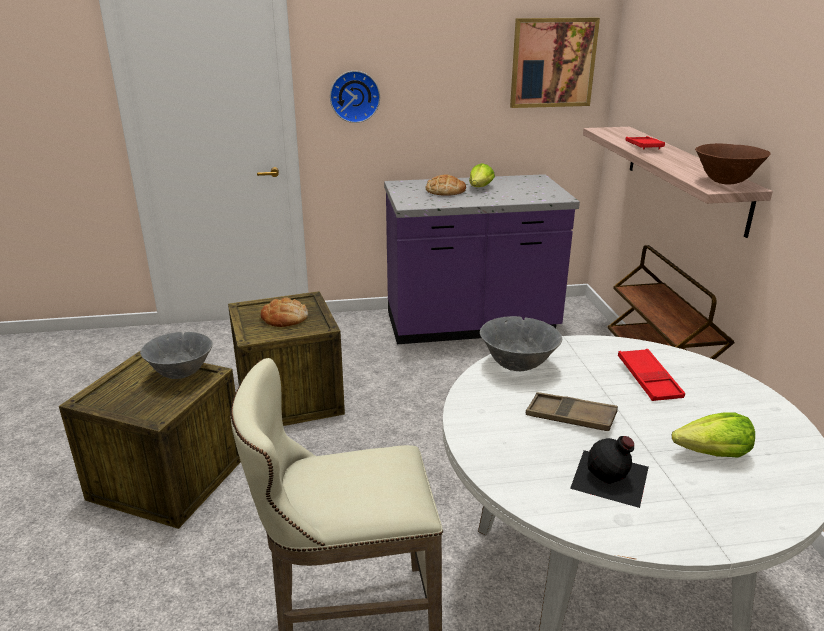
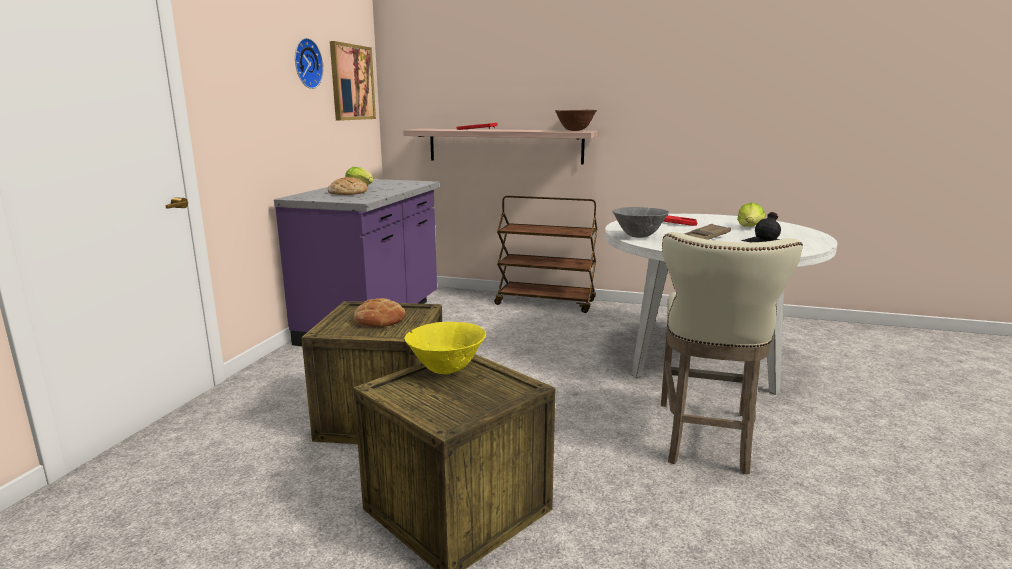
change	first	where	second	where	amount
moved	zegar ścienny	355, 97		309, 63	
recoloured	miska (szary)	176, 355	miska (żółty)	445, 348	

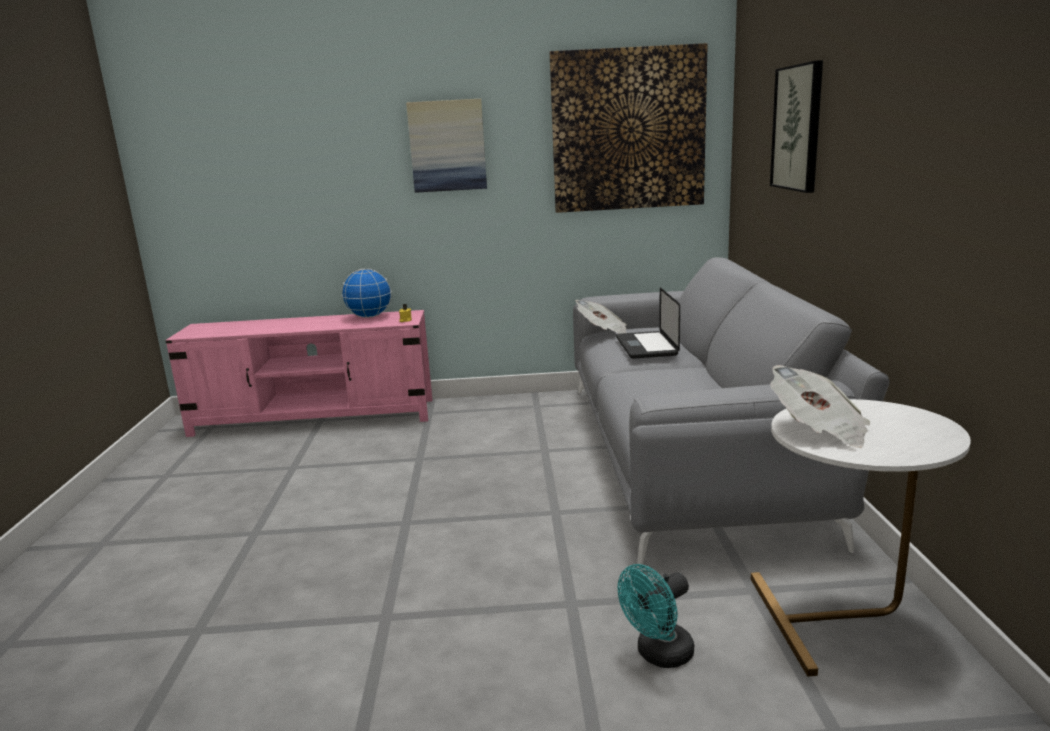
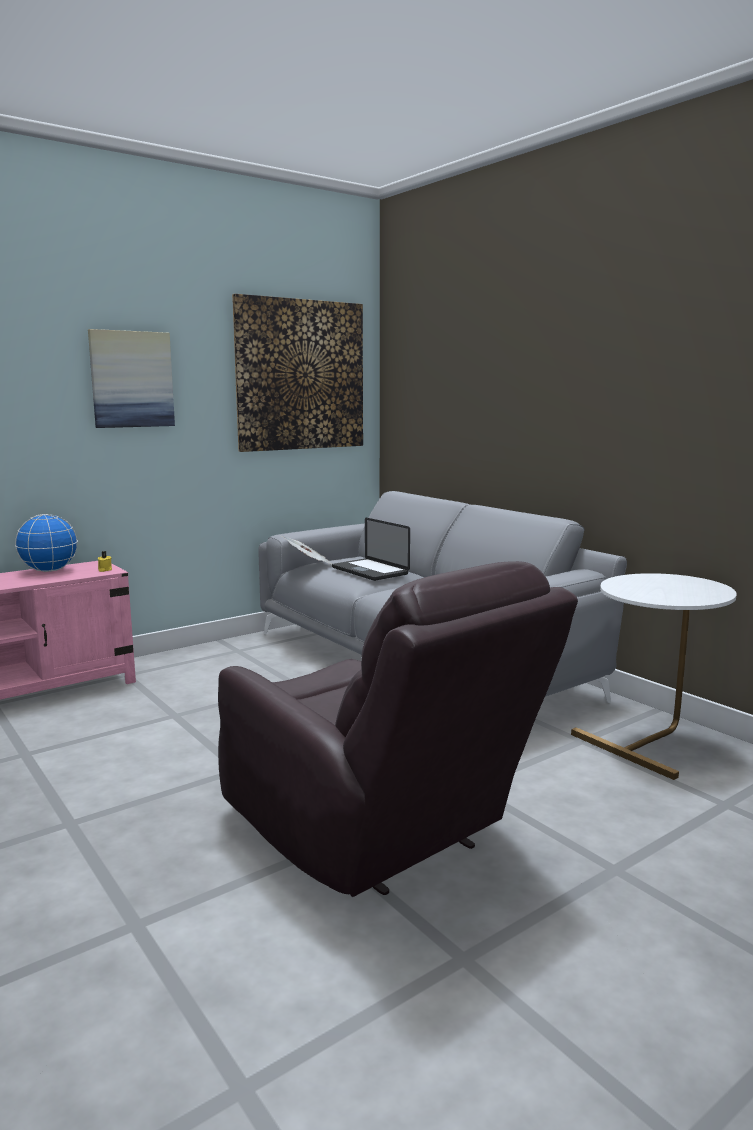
change	first	where	second	where	amount
removed	obraz	796, 126			
removed	gazeta	820, 406			
removed	wentylator (turkusowy)	656, 616			
added			fotel (brązowy)	398, 729	

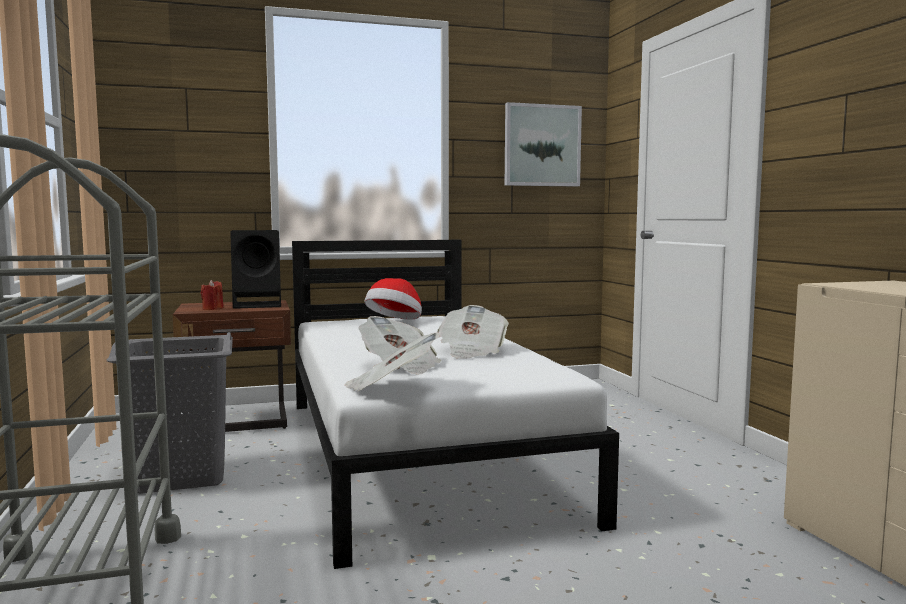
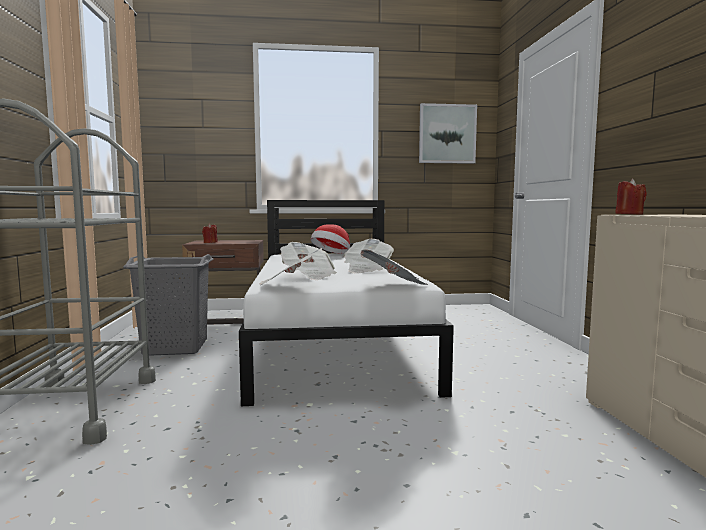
change	first	where	second	where	amount
removed	głośnik (czarny)	255, 269			
added			świeca (czerwony)	631, 197	
added			gazeta	394, 267	

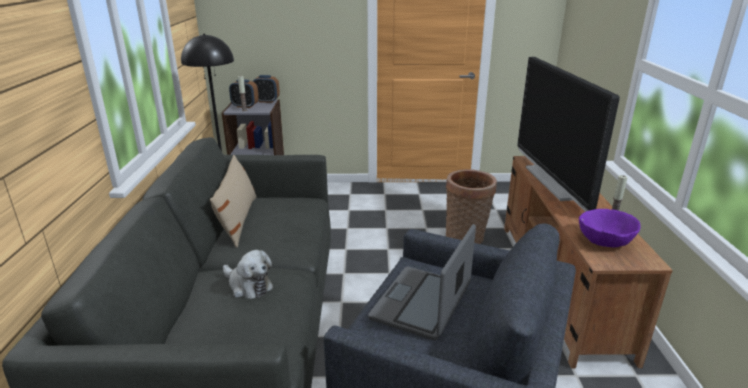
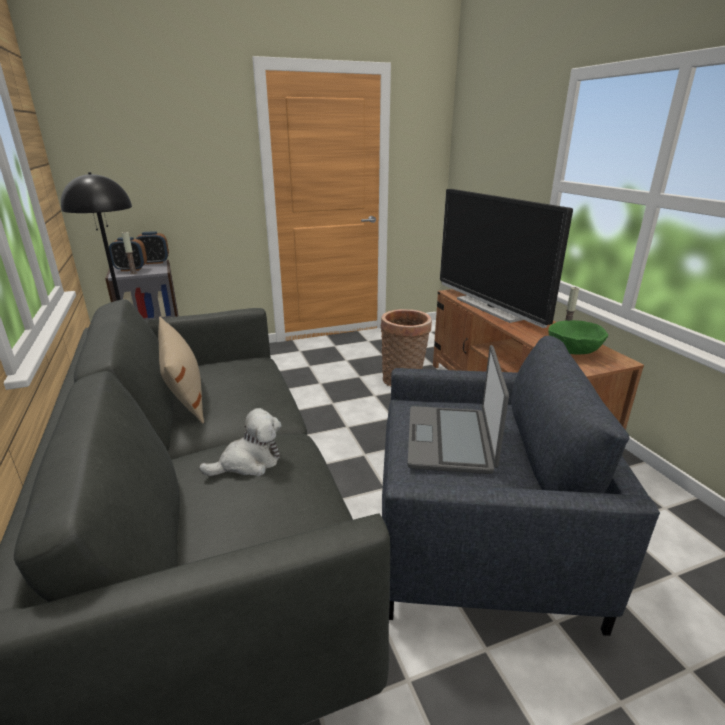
change	first	where	second	where	amount
recoloured	miska (fioletowy)	610, 228	miska (zielony)	578, 337	
turned	pluszak	248, 274		240, 442	45 degrees counterclockwise

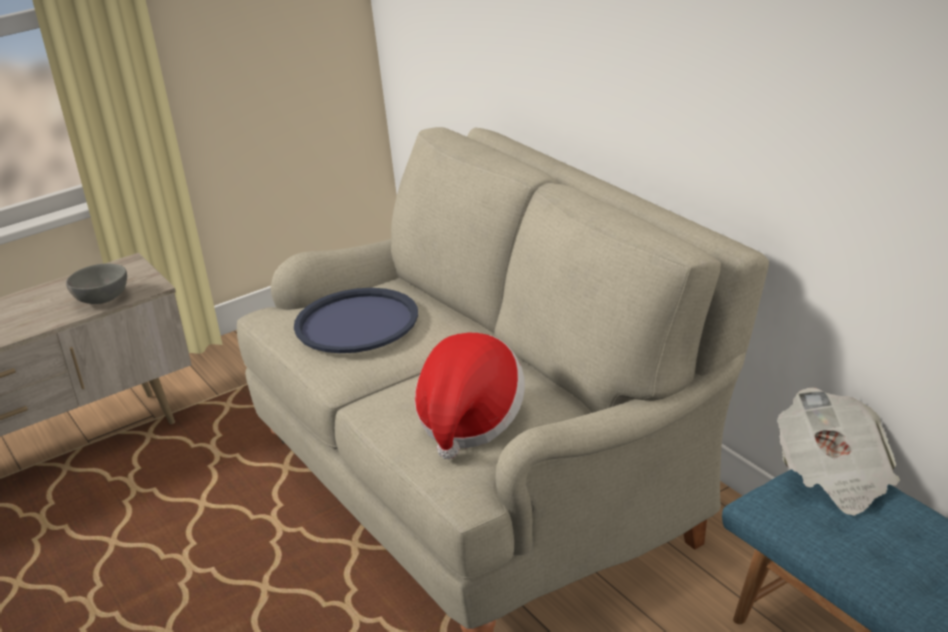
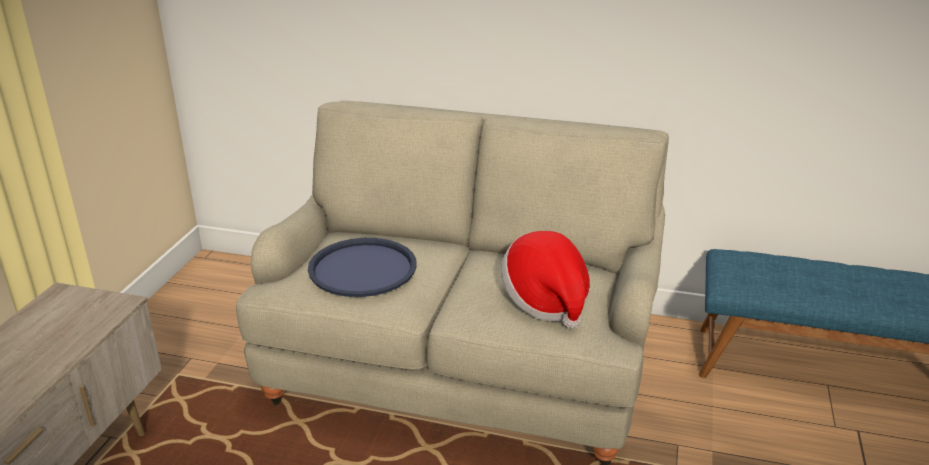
change	first	where	second	where	amount
removed	miska (szary)	96, 284			
removed	gazeta	838, 451			

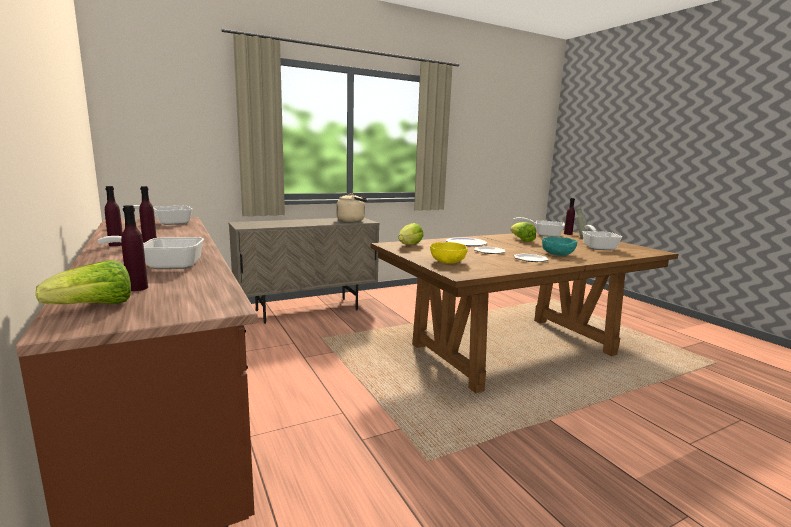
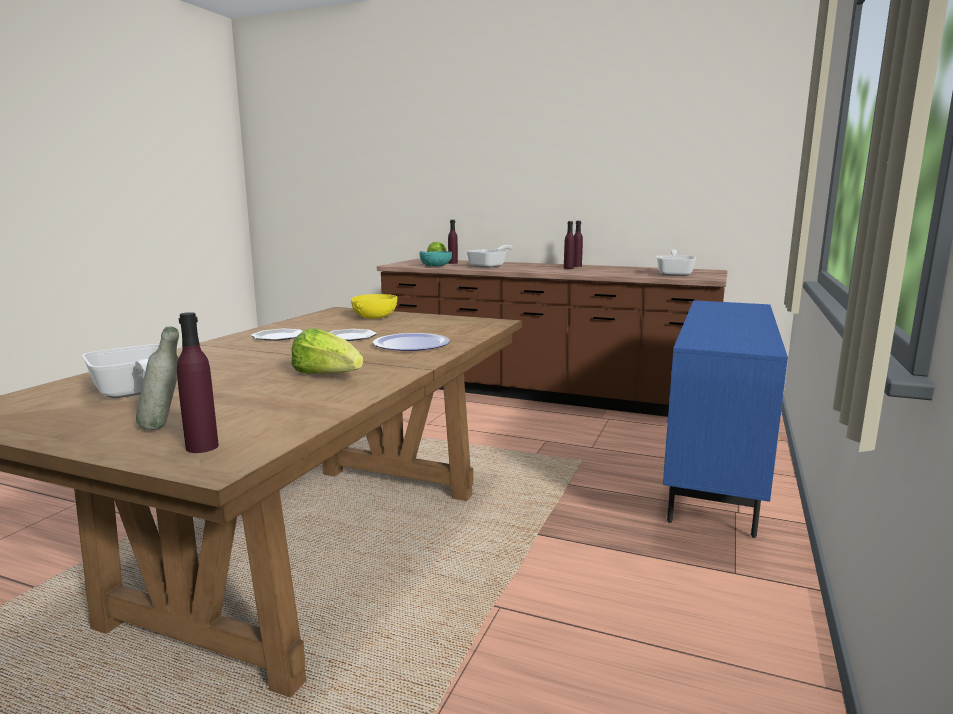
change	first	where	second	where	amount
removed	czajnik (beżowy)	352, 207			
removed	patelnia	539, 227			
recoloured	szafka (beżowy)	303, 271	szafka (niebieski)	725, 419	
removed	sałata	411, 234			
moved	miska (turkusowy)	559, 246		435, 258	

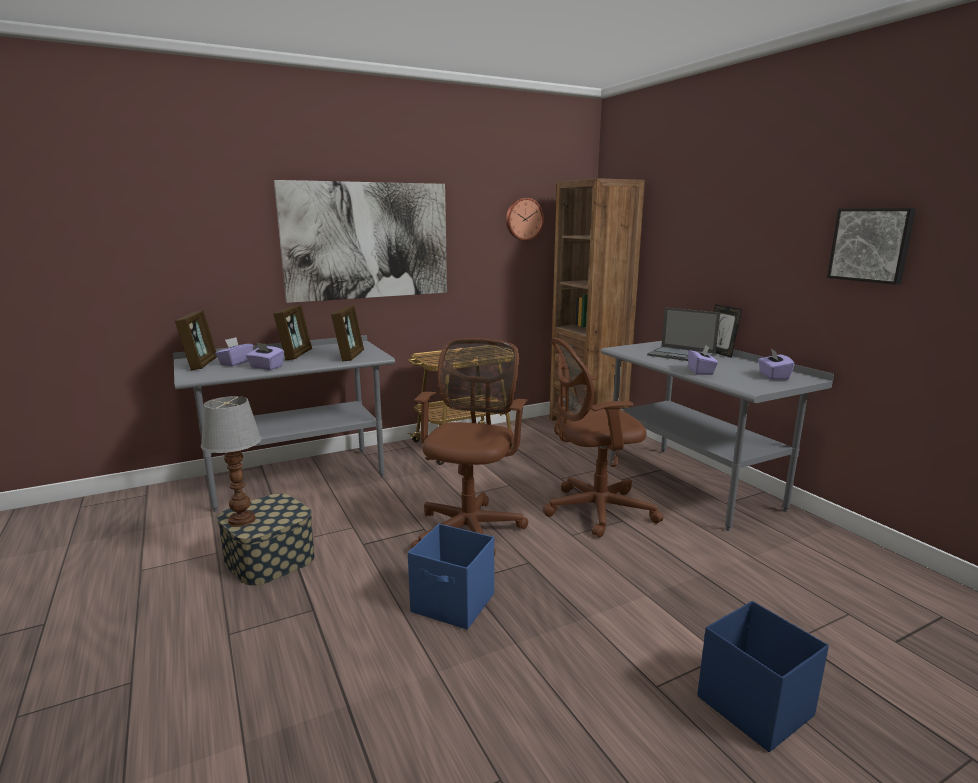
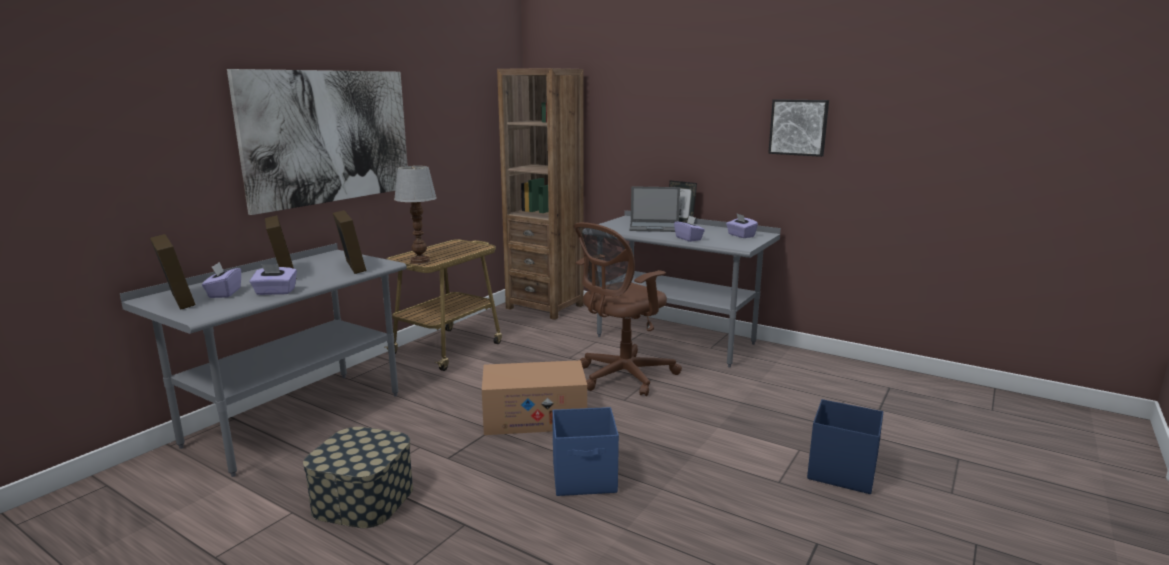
change	first	where	second	where	amount
removed	zegar ścienny	525, 219			
replaced	krzesło biurowe (brązowy)	470, 447	karton	534, 397	
moved	lampa stołowa	231, 461		415, 215	

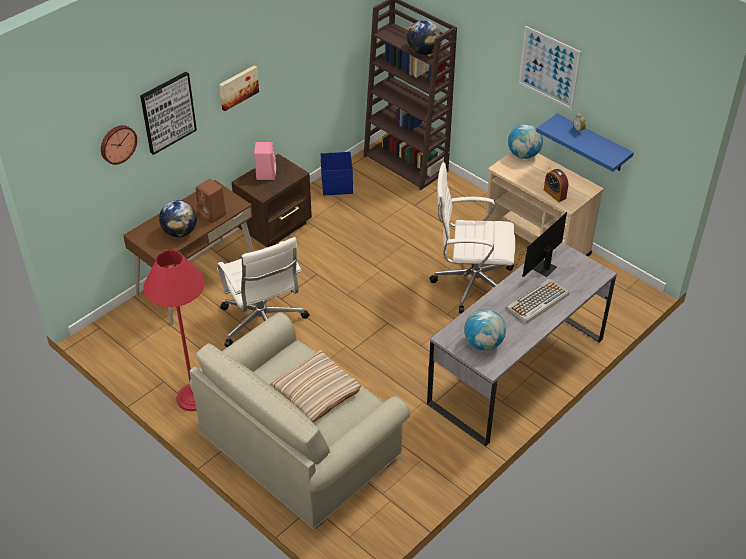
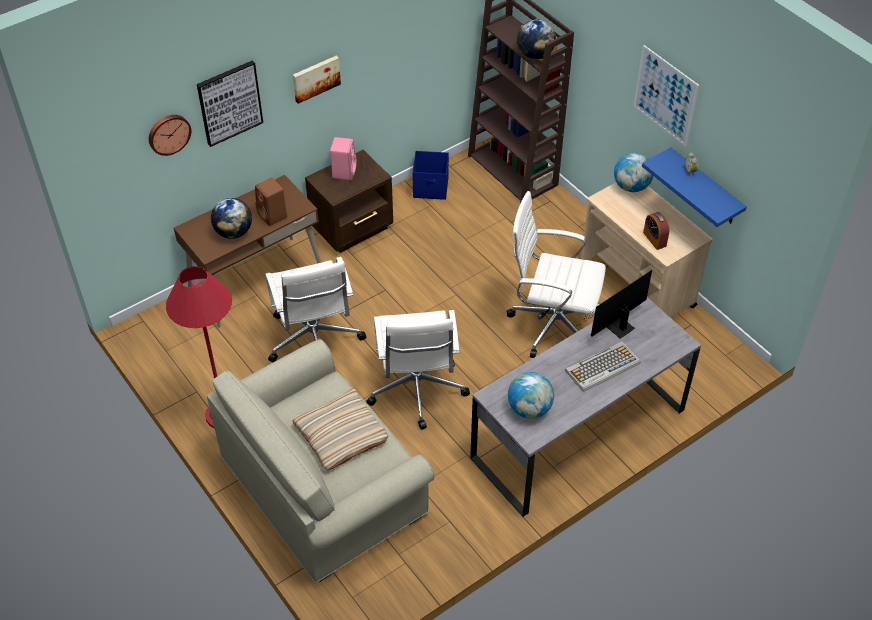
change	first	where	second	where	amount
added			krzesło biurowe (biały)	418, 370	

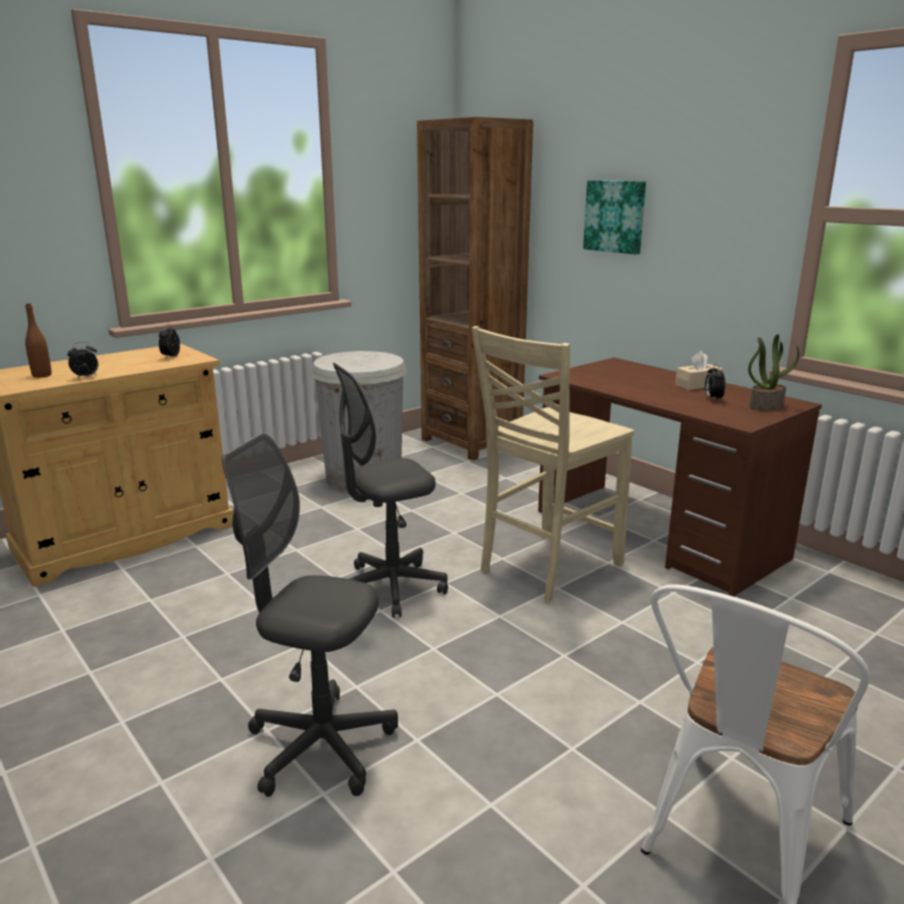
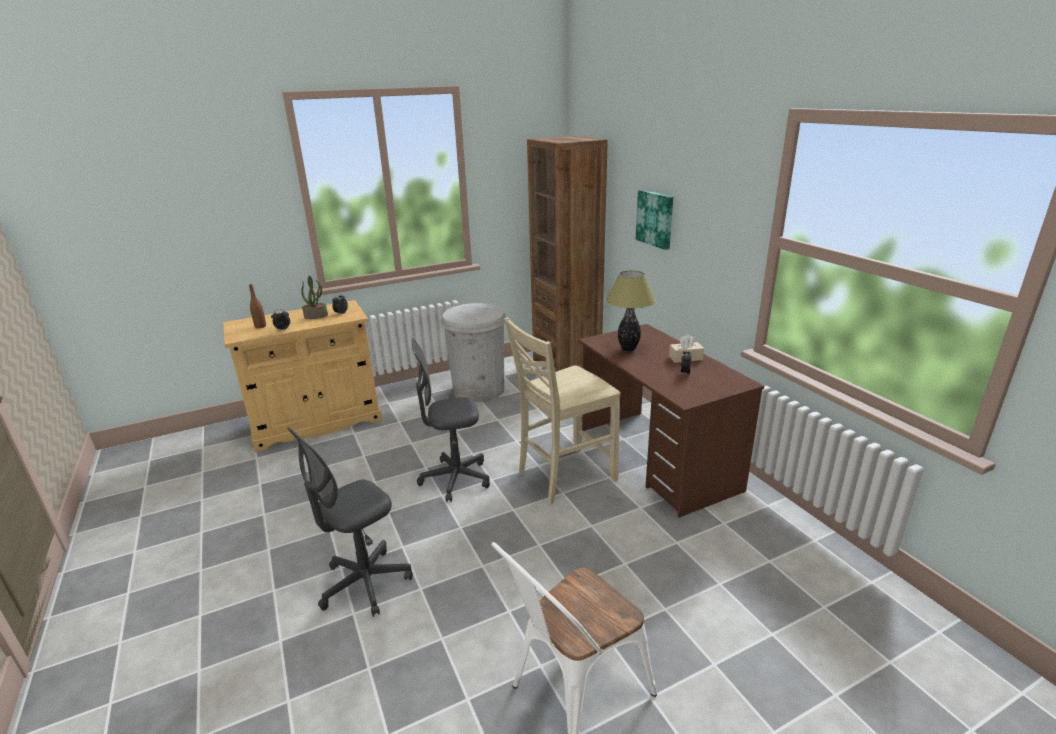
change	first	where	second	where	amount
moved	roślina doniczkowa	773, 372		314, 297	
turned	krzesło biurowe (szary)	310, 615		350, 522	75 degrees counterclockwise
added			lampa stołowa	631, 311	

